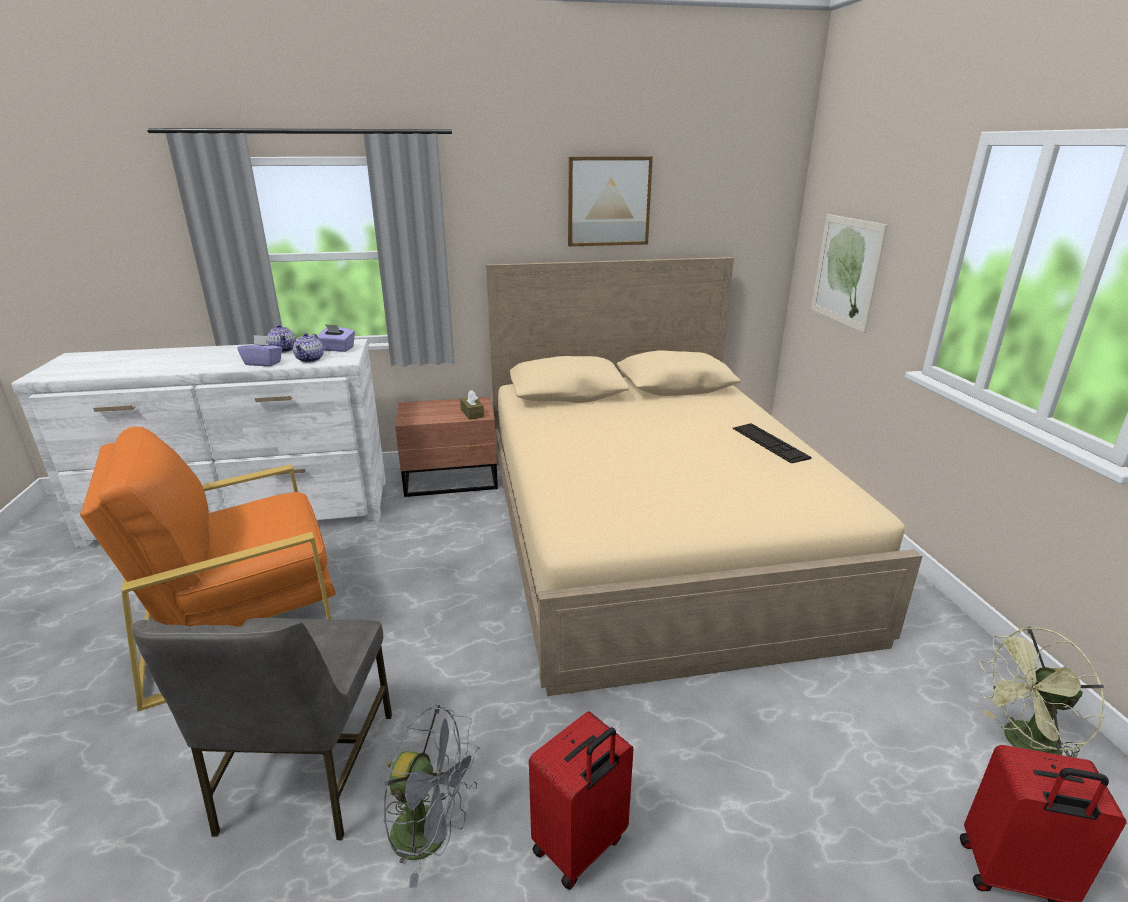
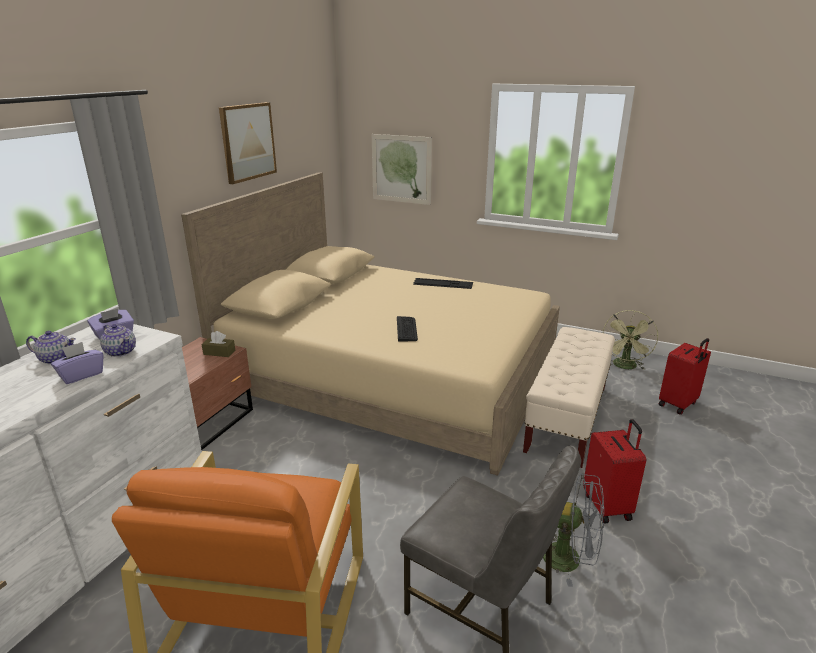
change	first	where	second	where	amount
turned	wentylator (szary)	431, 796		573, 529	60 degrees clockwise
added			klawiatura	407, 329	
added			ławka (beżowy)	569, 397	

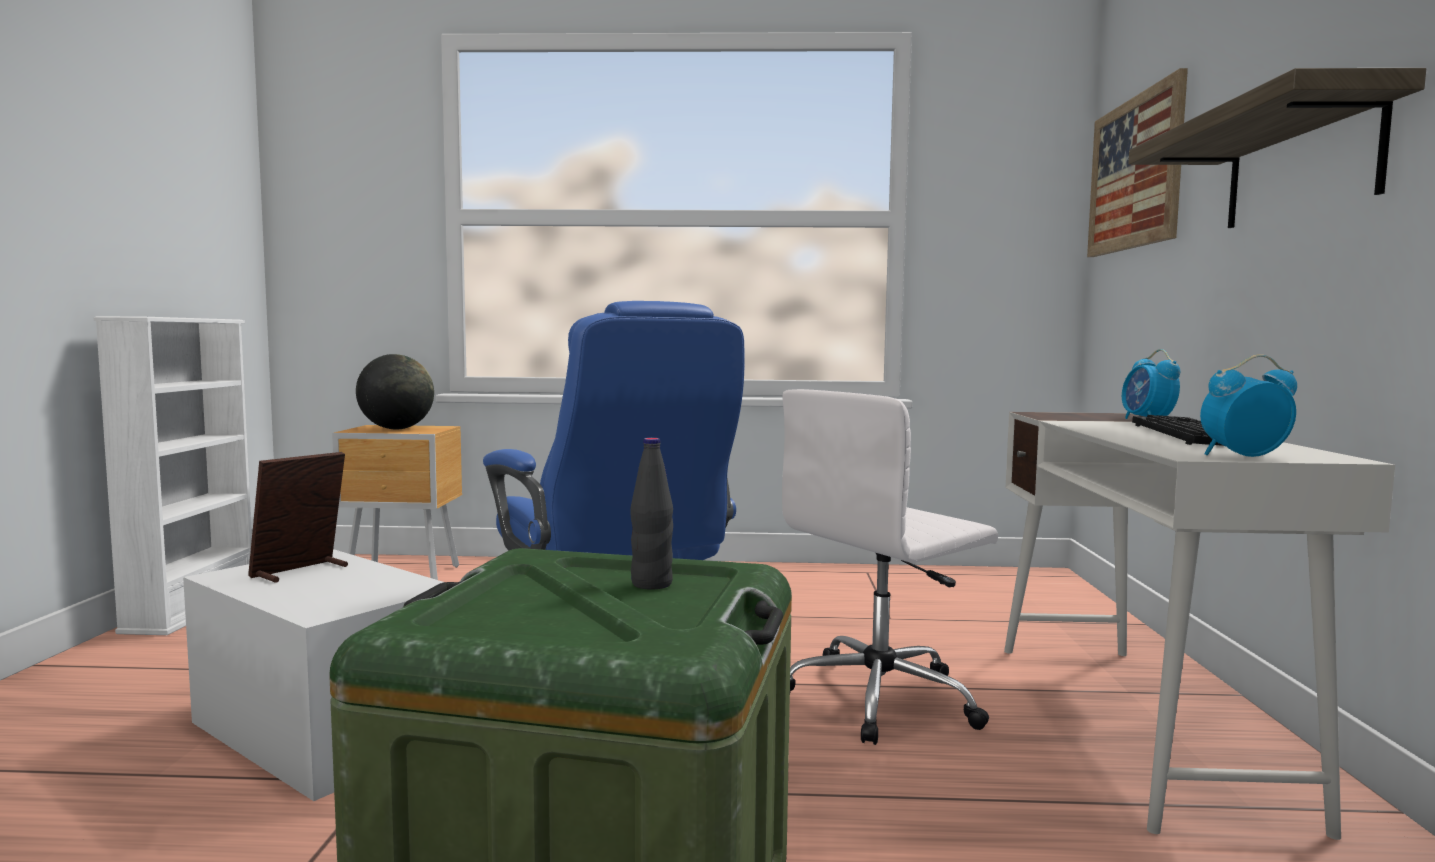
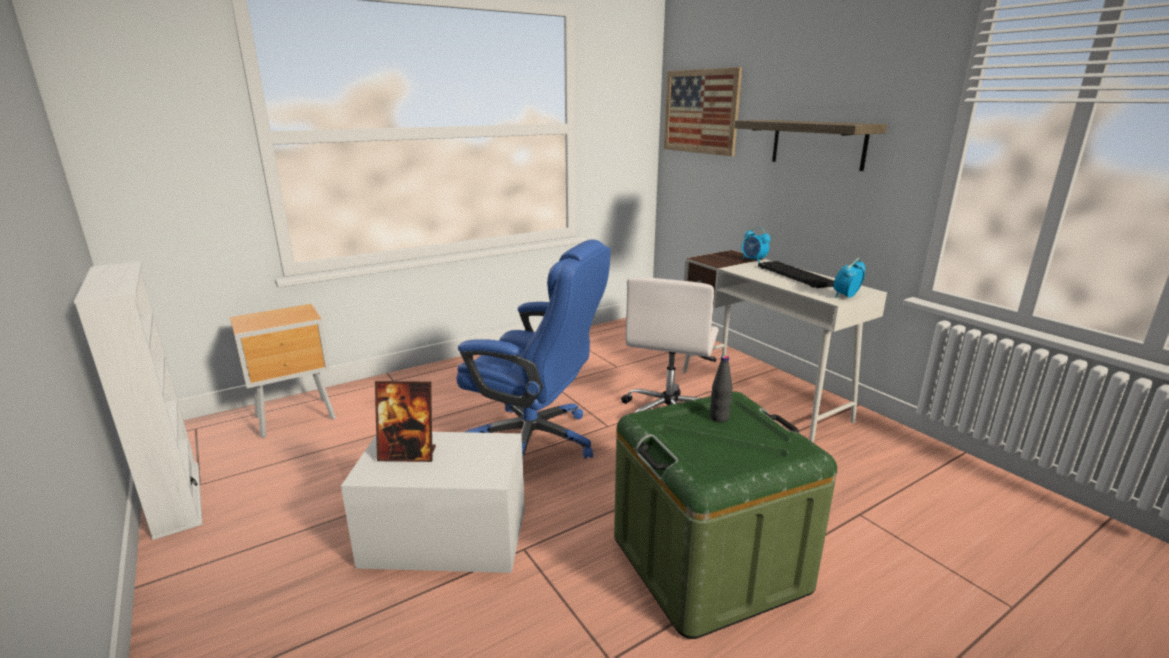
change	first	where	second	where	amount
removed	globus	395, 391			
turned	ramka na zdjęcie	298, 517		405, 421	90 degrees counterclockwise

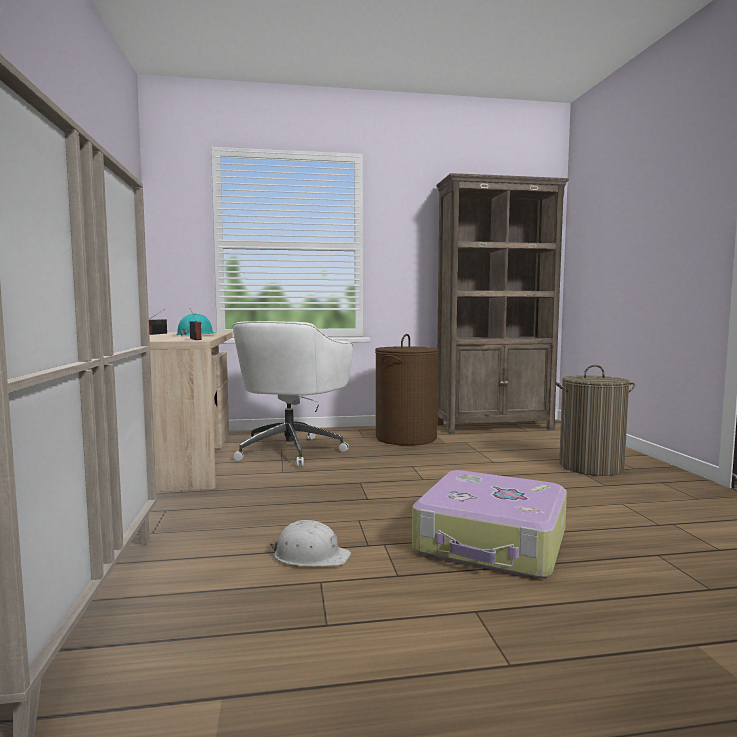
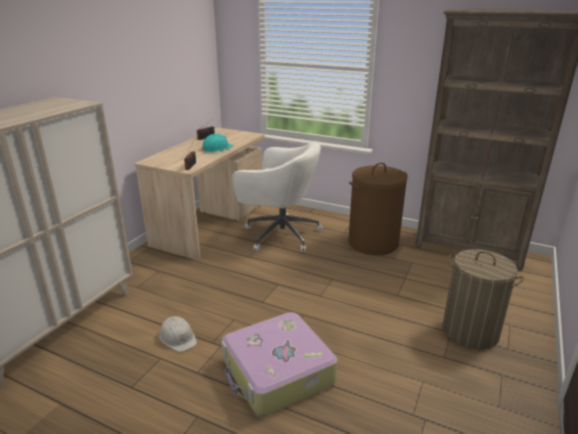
change	first	where	second	where	amount
turned	krzesło biurowe (biały)	293, 394		278, 196	120 degrees counterclockwise

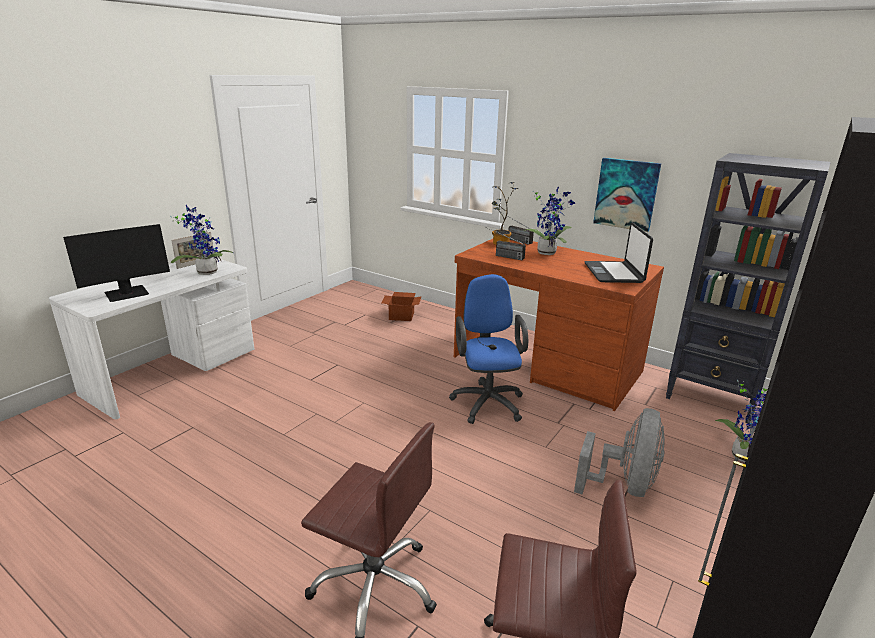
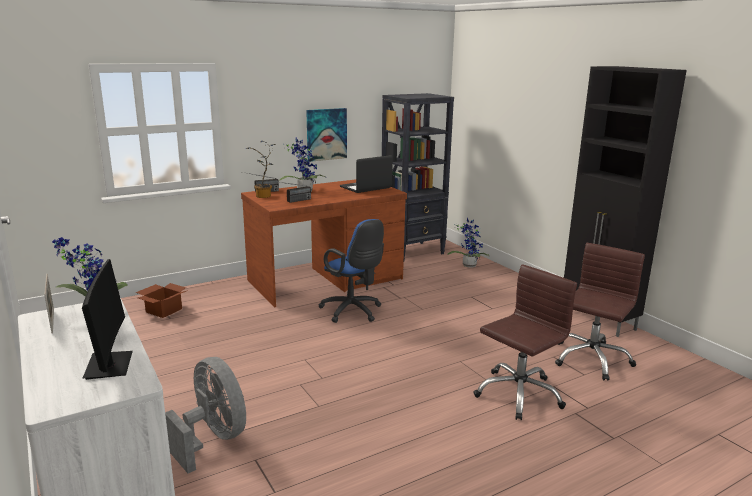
change	first	where	second	where	amount
turned	laptop	619, 253		366, 174	120 degrees clockwise
turned	krzesło biurowe (niebieski)	488, 349		351, 271	150 degrees counterclockwise
moved	wentylator (szary)	619, 452		205, 415	

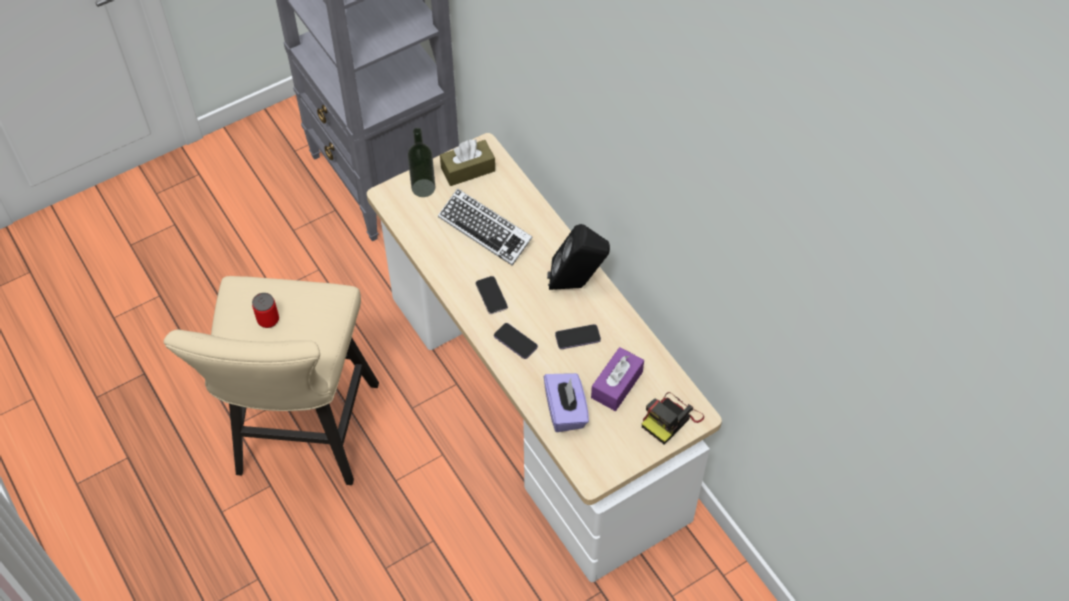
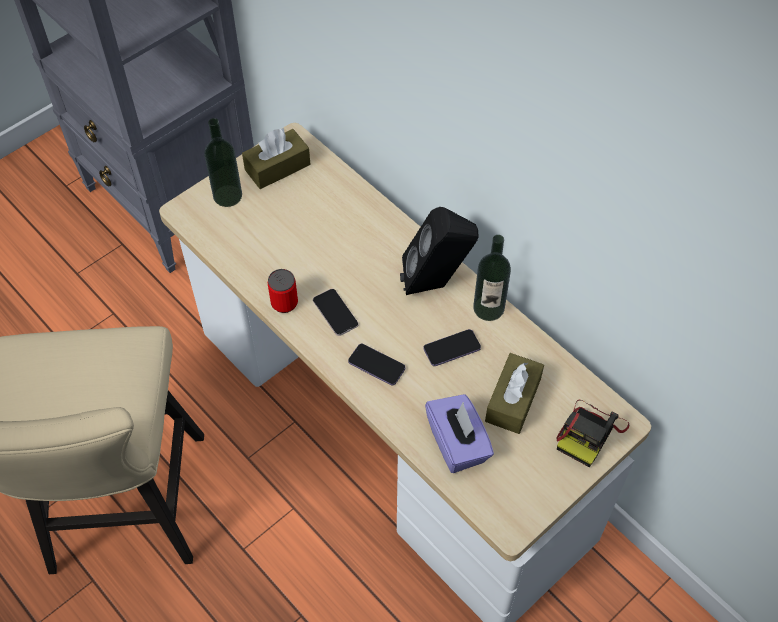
change	first	where	second	where	amount
removed	klawiatura	485, 227			
moved	puszka	265, 310		283, 291	
recoloured	pudełko chusteczek (fioletowy)	617, 379	pudełko chusteczek (brązowy)	514, 393	
added			butelka	492, 278	

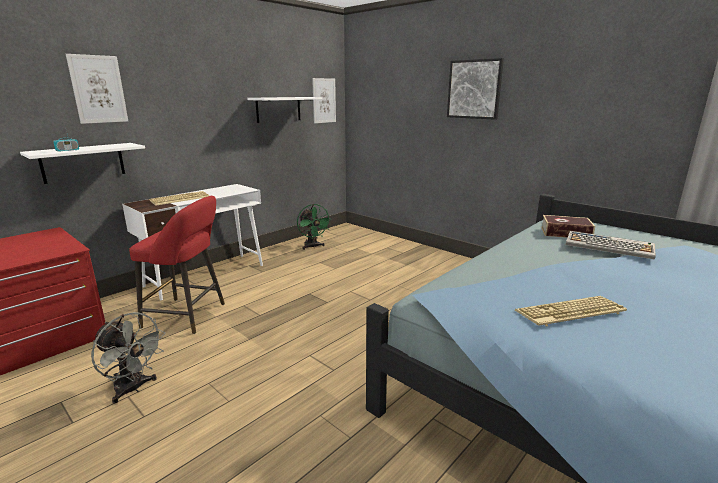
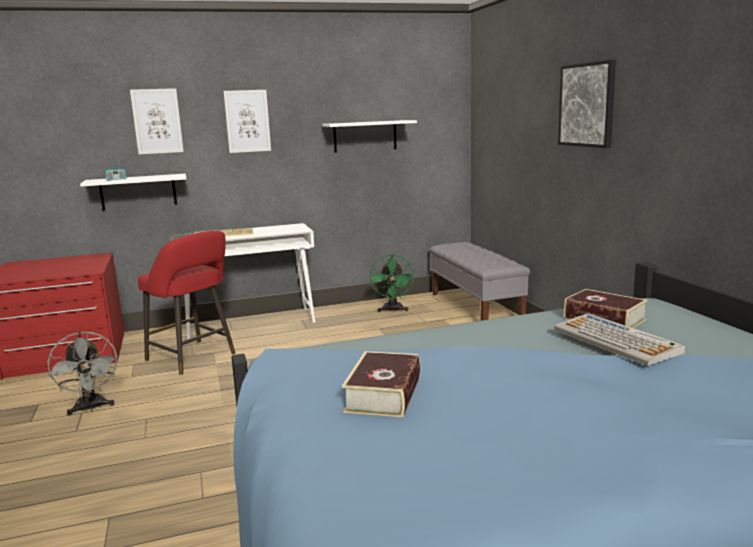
change	first	where	second	where	amount
moved	obraz	324, 100		247, 121	
replaced	klawiatura	571, 311	książka	381, 384	
added			ławka (szary)	480, 281	

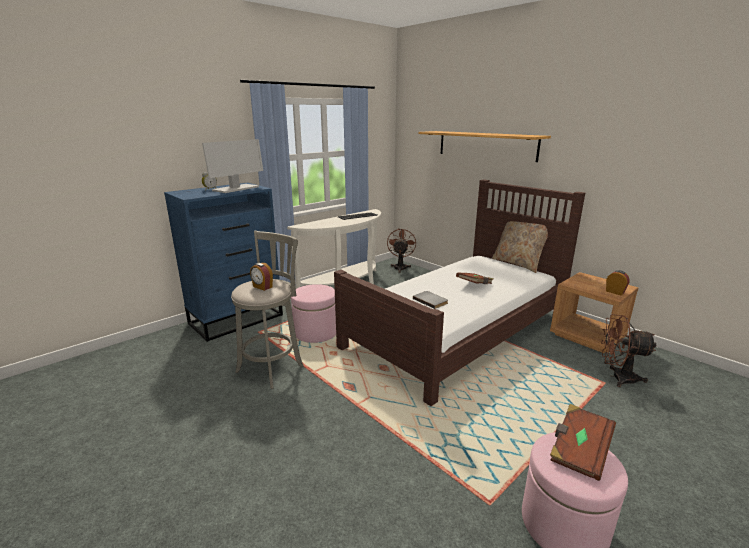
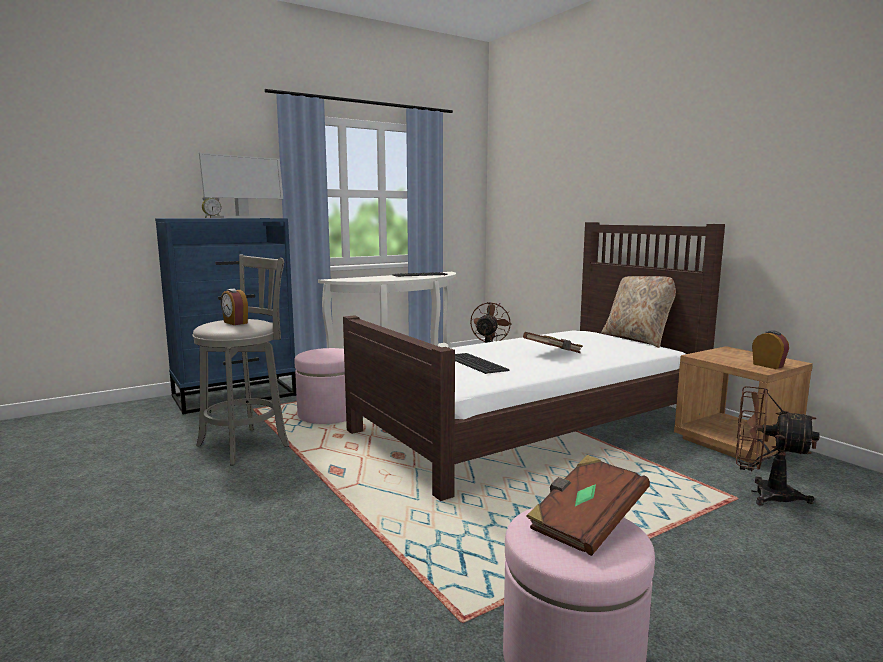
change	first	where	second	where	amount
removed	półka	484, 146			
replaced	książka (szary)	430, 300	klawiatura	482, 363	

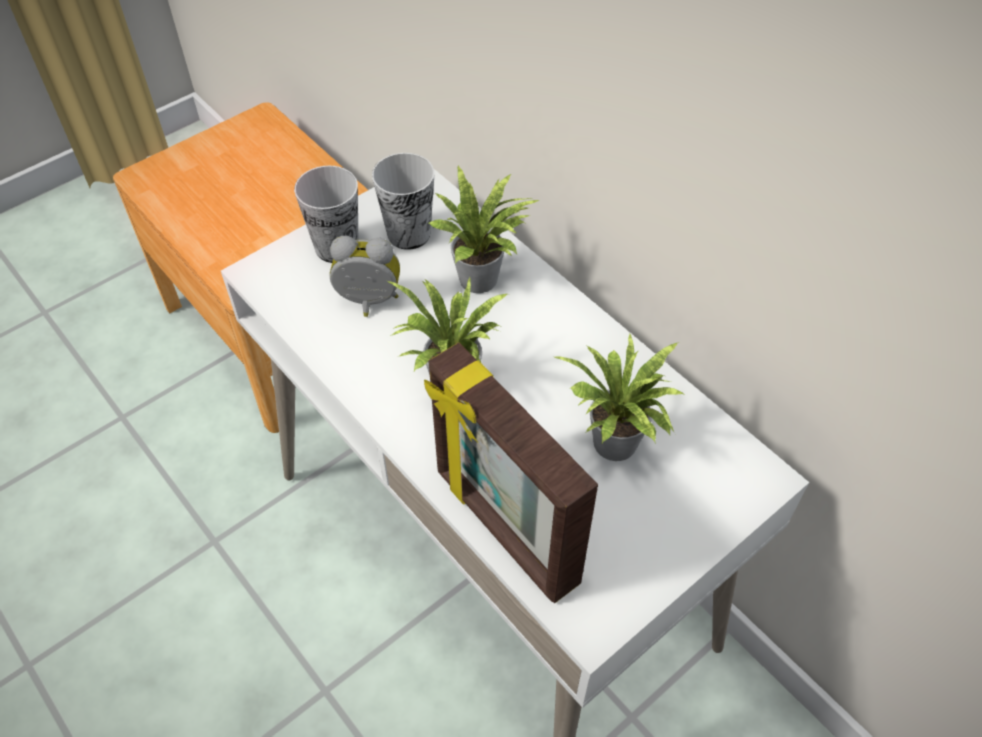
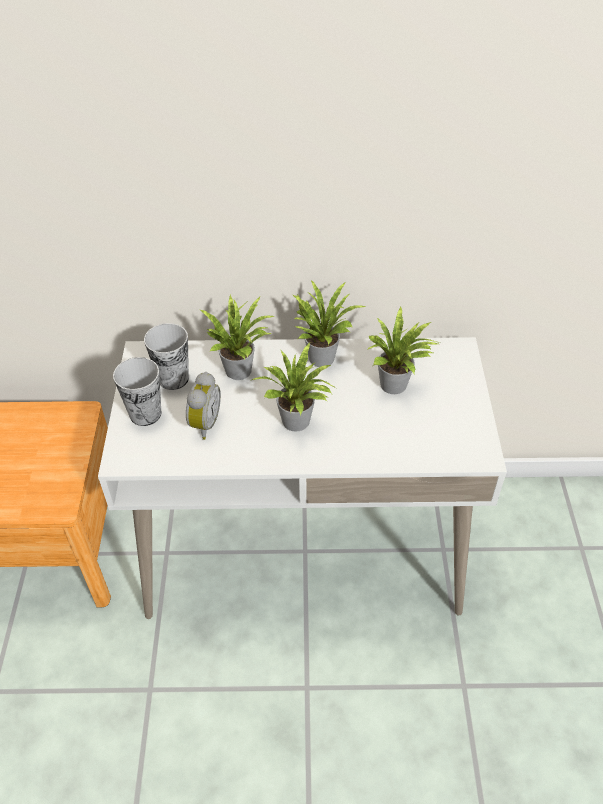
change	first	where	second	where	amount
turned	budzik	365, 276		203, 406	150 degrees clockwise
removed	ramka na zdjęcie	511, 472			
added			roślina doniczkowa	329, 323	

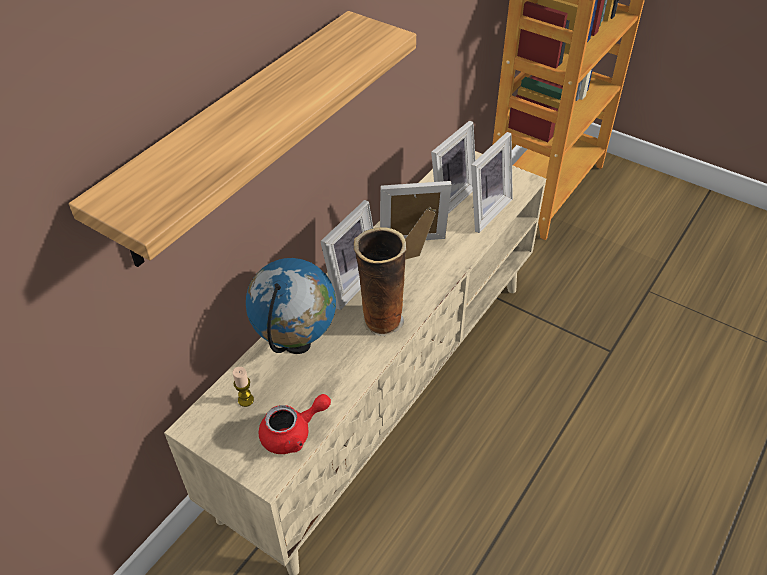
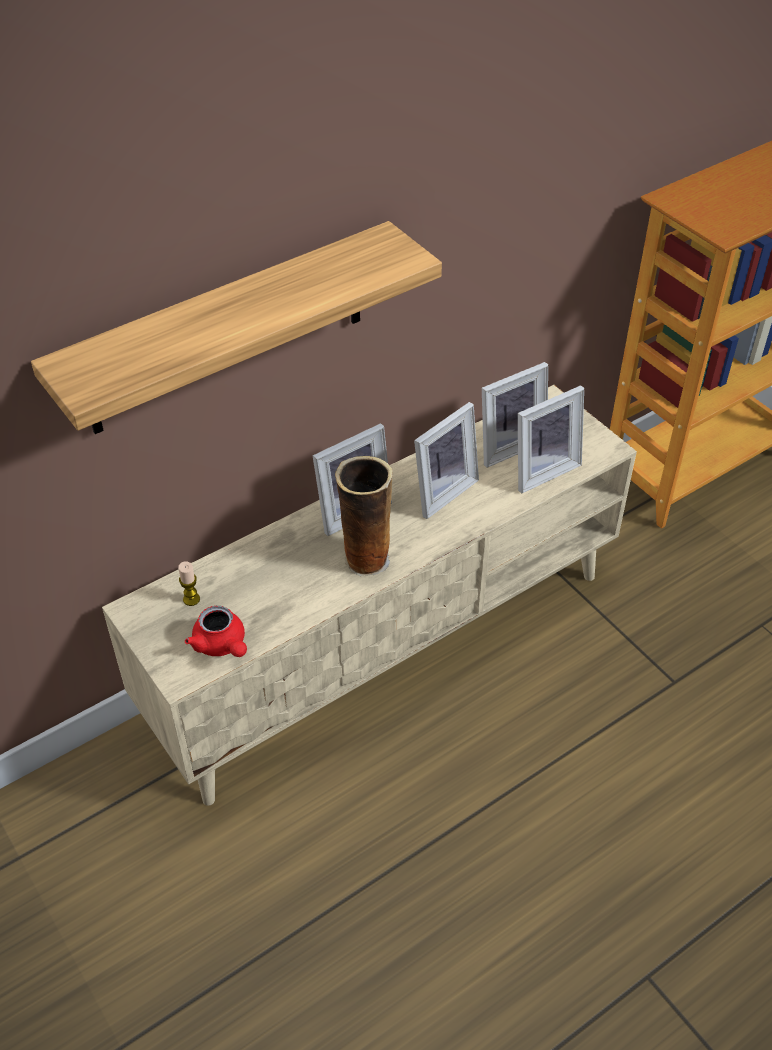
change	first	where	second	where	amount
turned	ramka na zdjęcie	416, 220		446, 460	120 degrees clockwise
removed	globus	291, 306			
turned	imbryk (czerwony)	295, 424		216, 631	60 degrees clockwise

